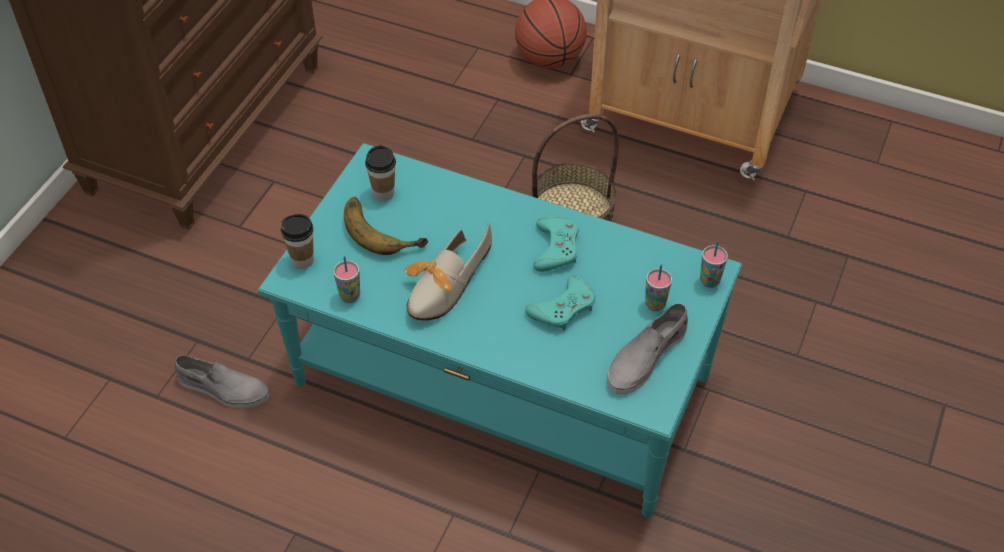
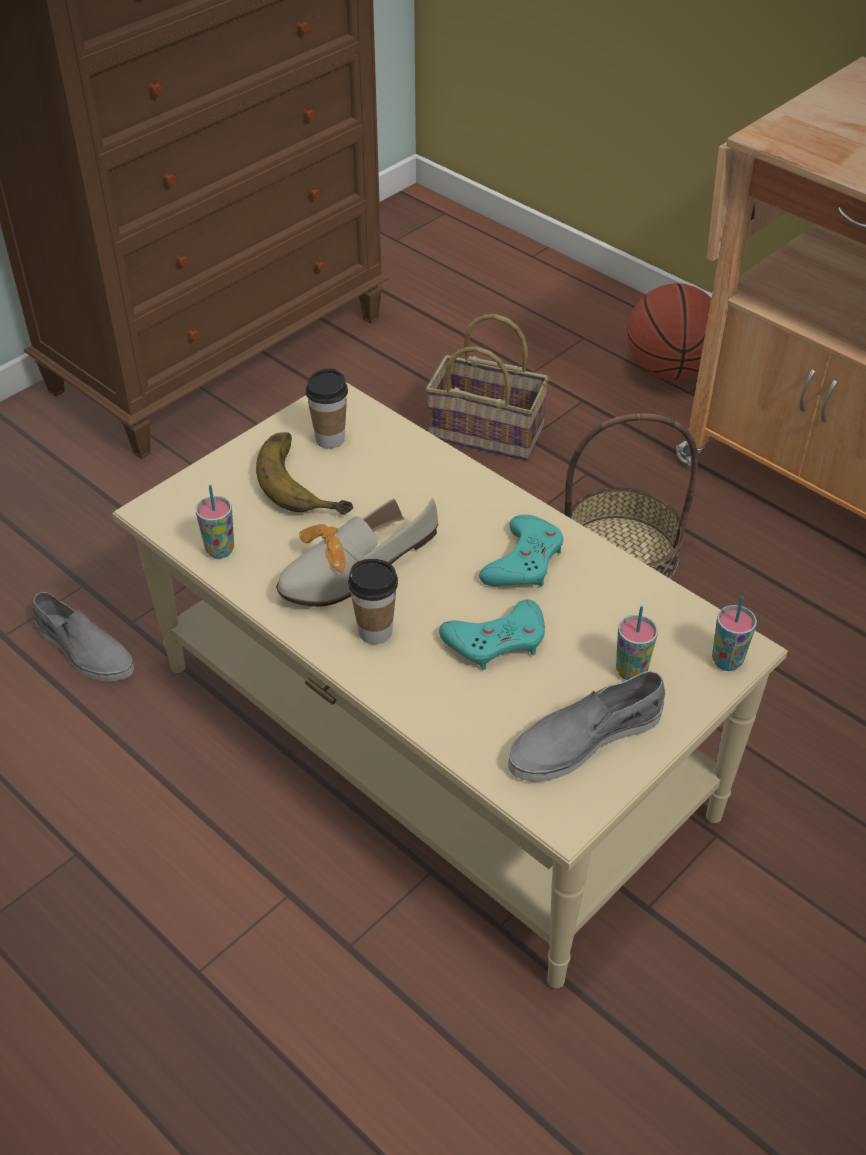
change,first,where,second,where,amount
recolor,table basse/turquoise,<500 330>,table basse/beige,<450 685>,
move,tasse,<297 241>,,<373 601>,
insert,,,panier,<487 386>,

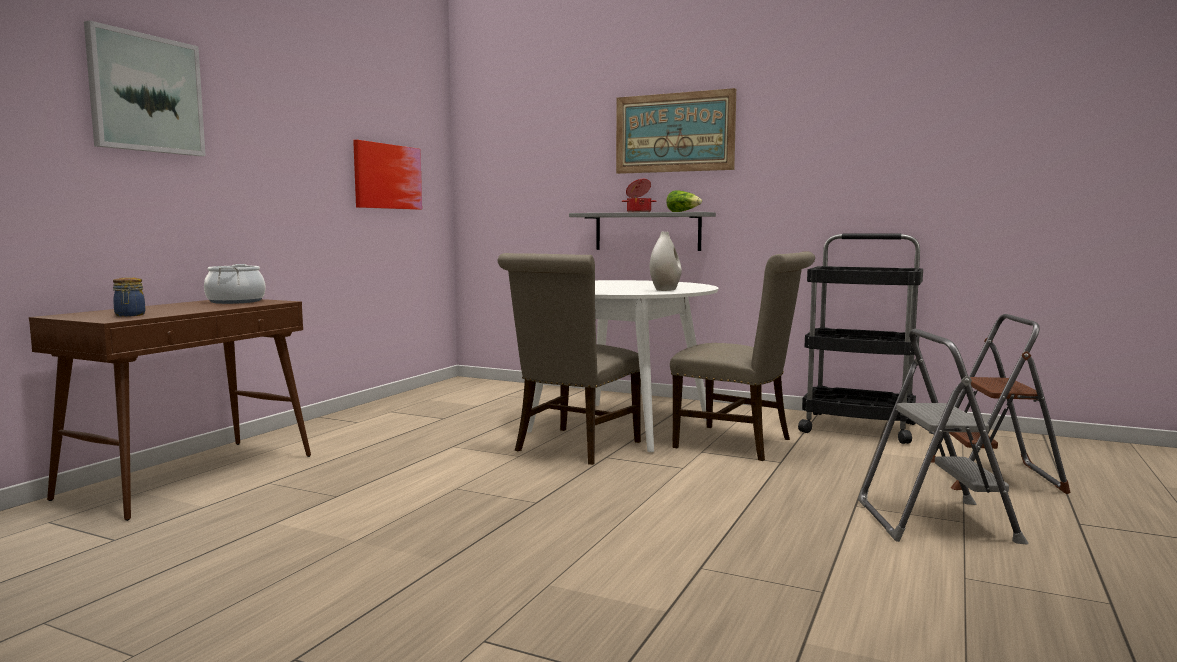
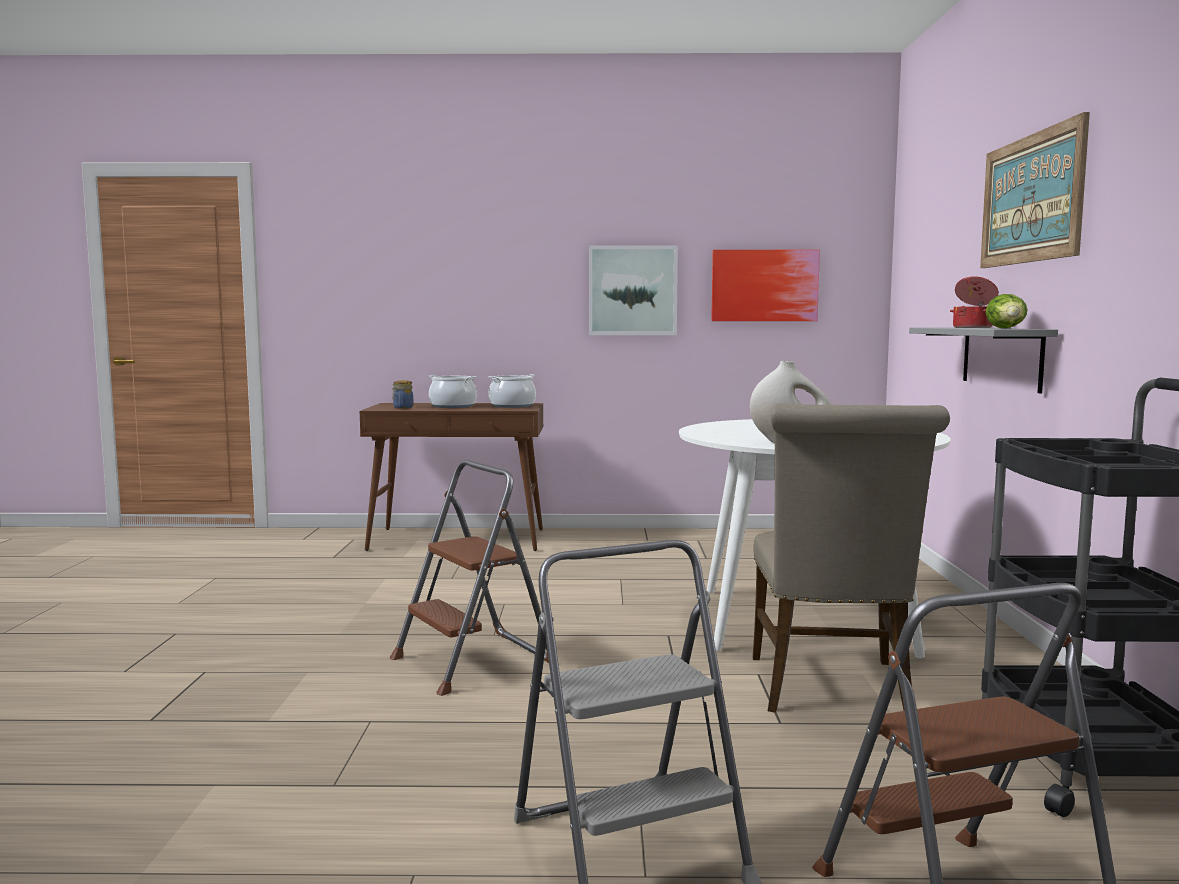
change,first,where,second,where,amount
move,tableau,<145 88>,,<633 290>,
delete,chaise/beige,<569 359>,,,
insert,,,escabeau/marron,<469 578>,
insert,,,marmite,<453 391>,

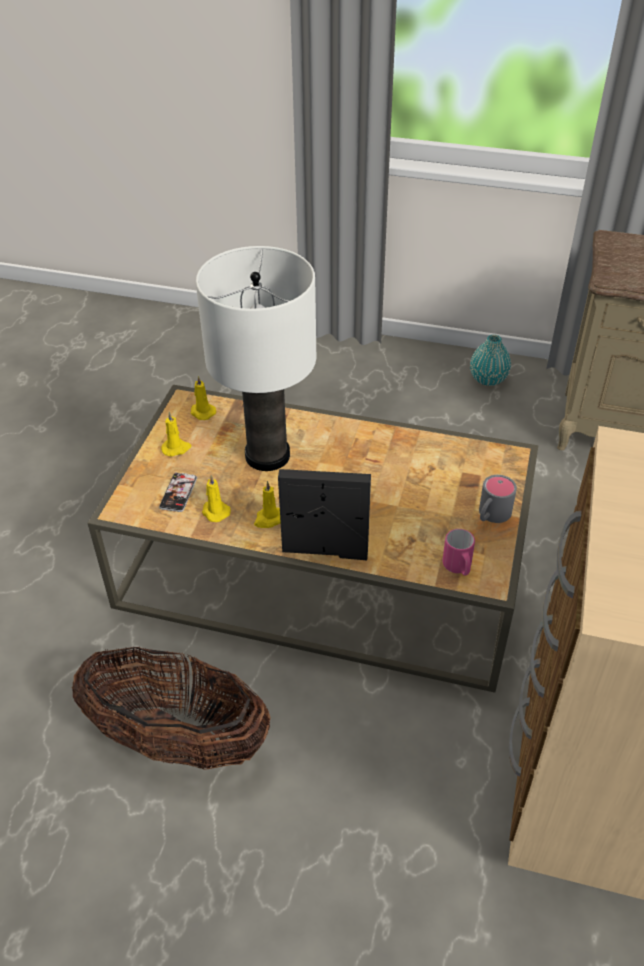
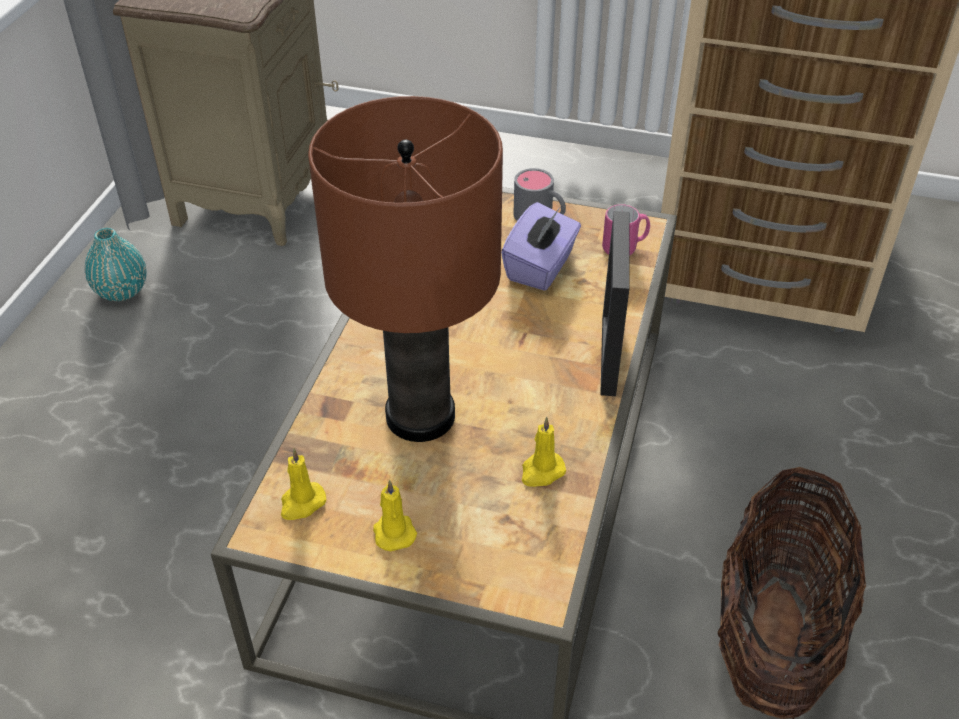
change,first,where,second,where,amount
delete,téléphone,<178 492>,,,
recolor,lampe de table/blanc,<256 358>,lampe de table/marron,<405 269>,
delete,bougie/jaune,<267 504>,,,
insert,,,boîte à mouchoirs/violet,<541 246>,

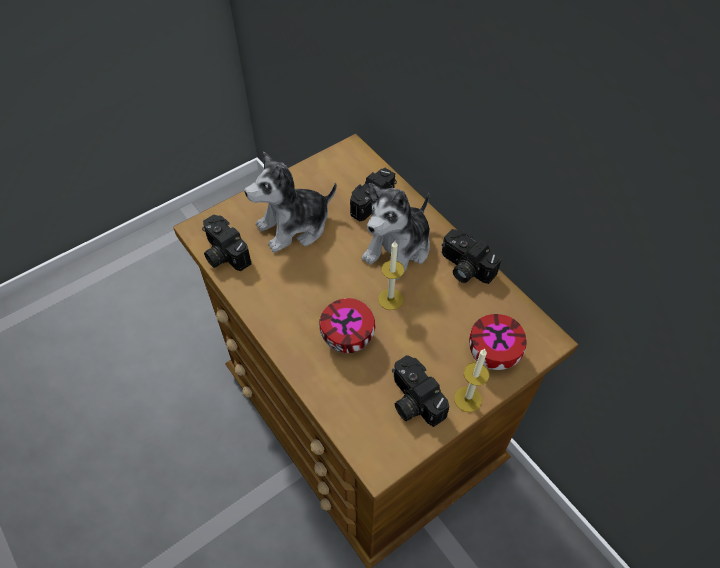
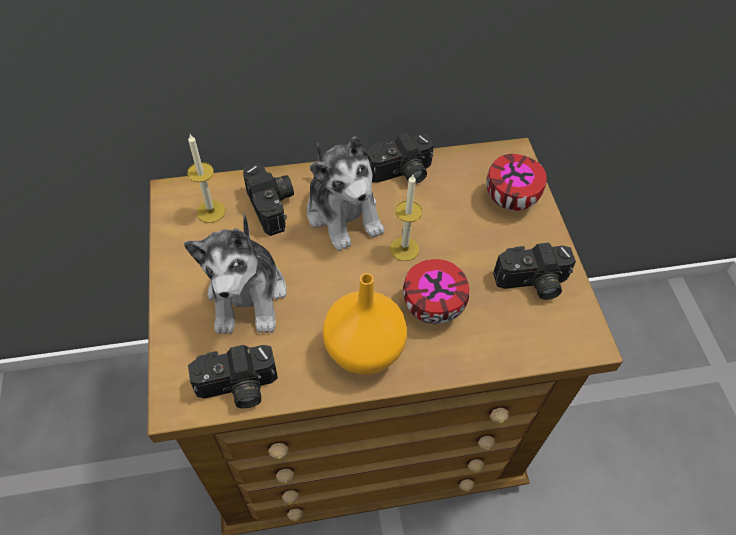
change,first,where,second,where,amount
move,bougie,<471 380>,,<206 178>,
insert,,,vase/orange,<365 324>,

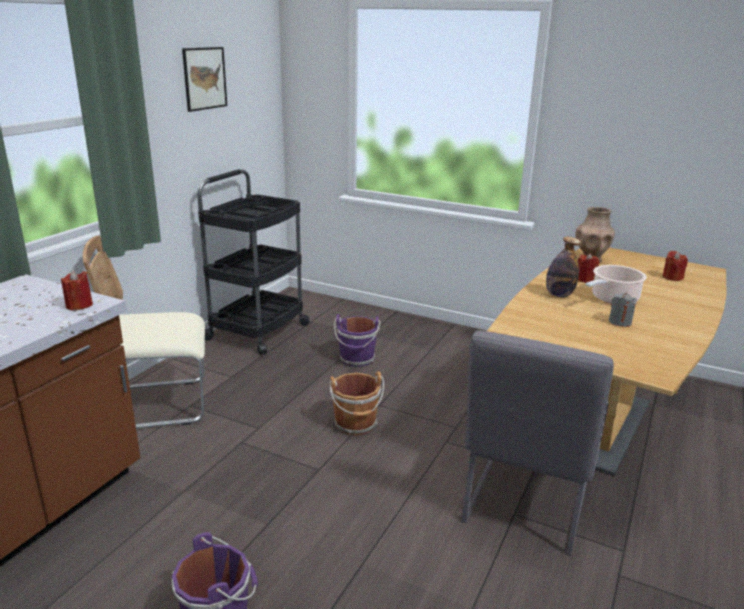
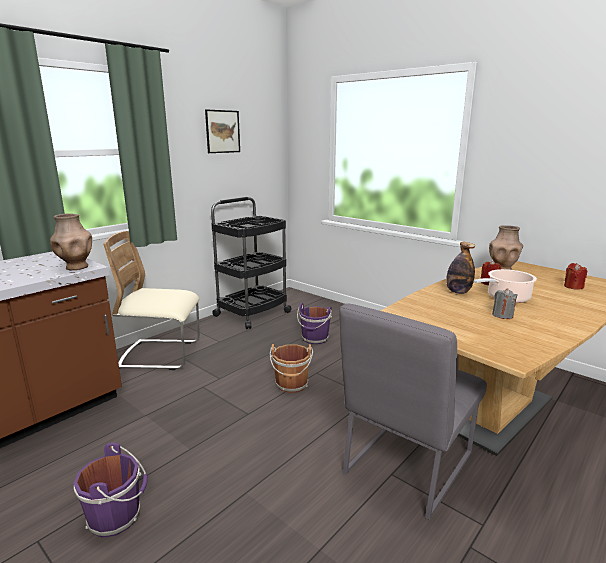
change,first,where,second,where,amount
replace,bougie/rouge,<77 290>,vase/marron,<71 241>,

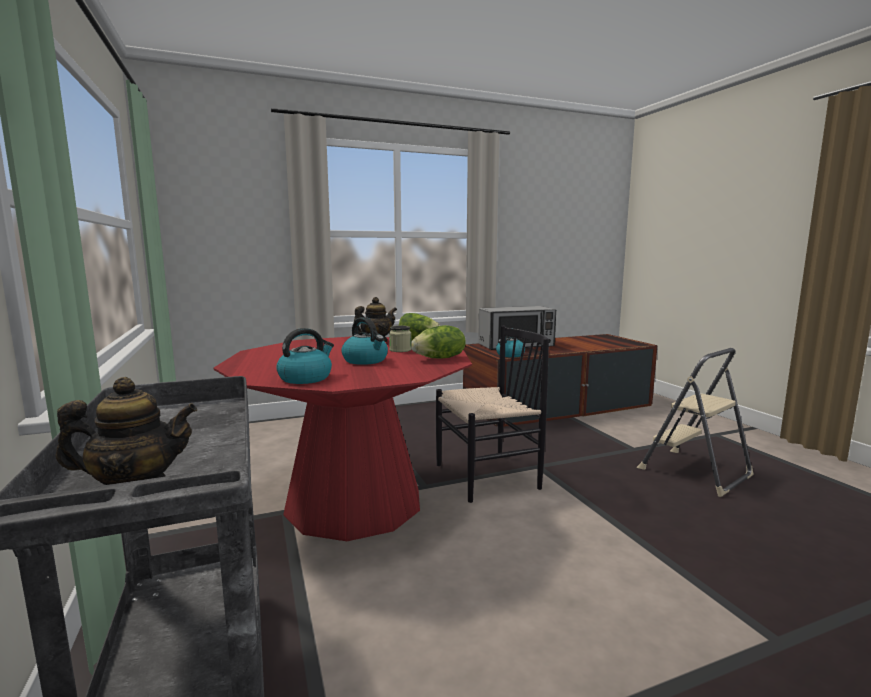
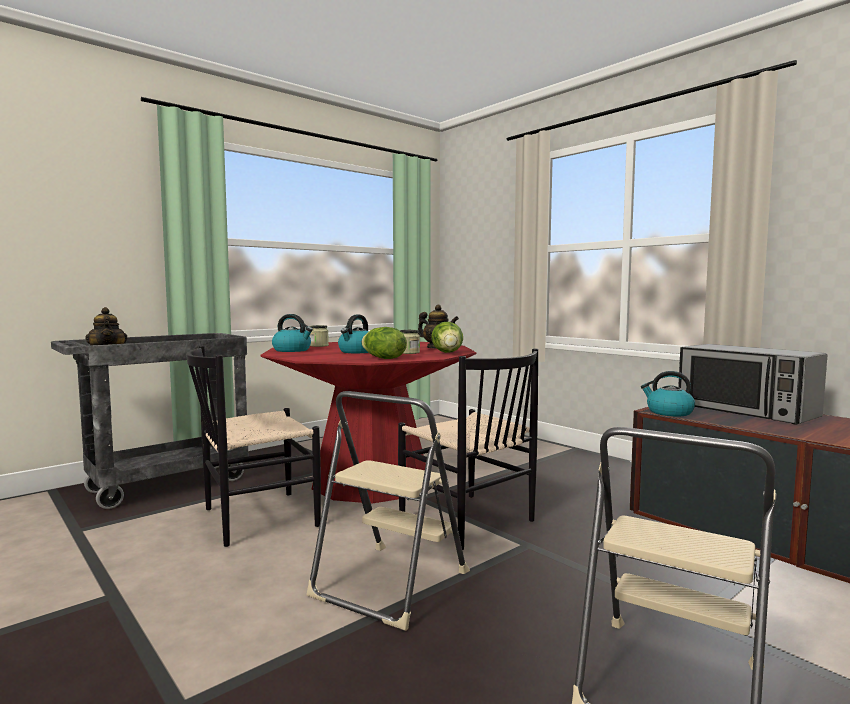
change,first,where,second,where,amount
insert,,,chaise/noir,<253 446>,
insert,,,escabeau/beige,<388 511>,
insert,,,bocal,<319 336>,

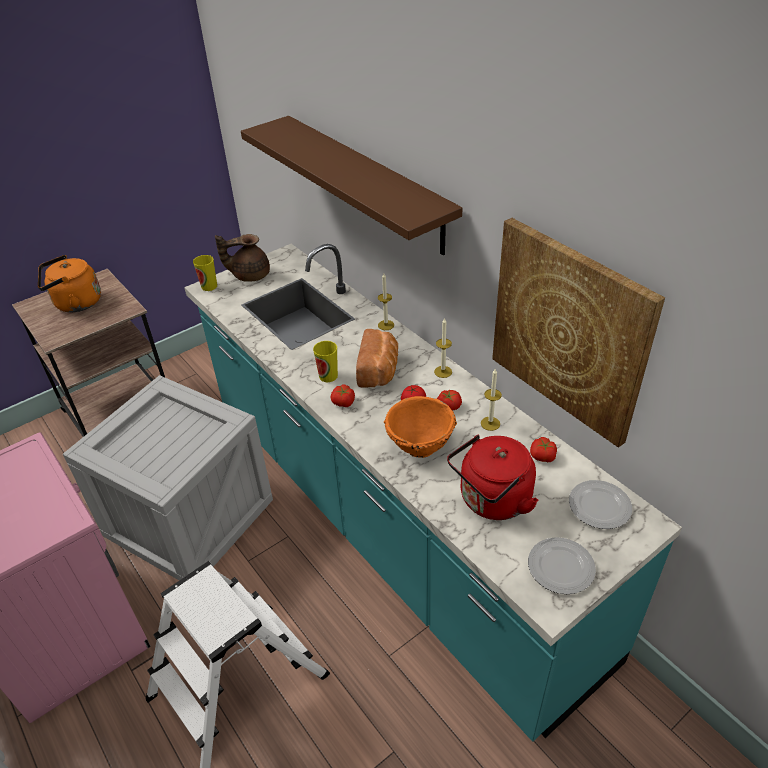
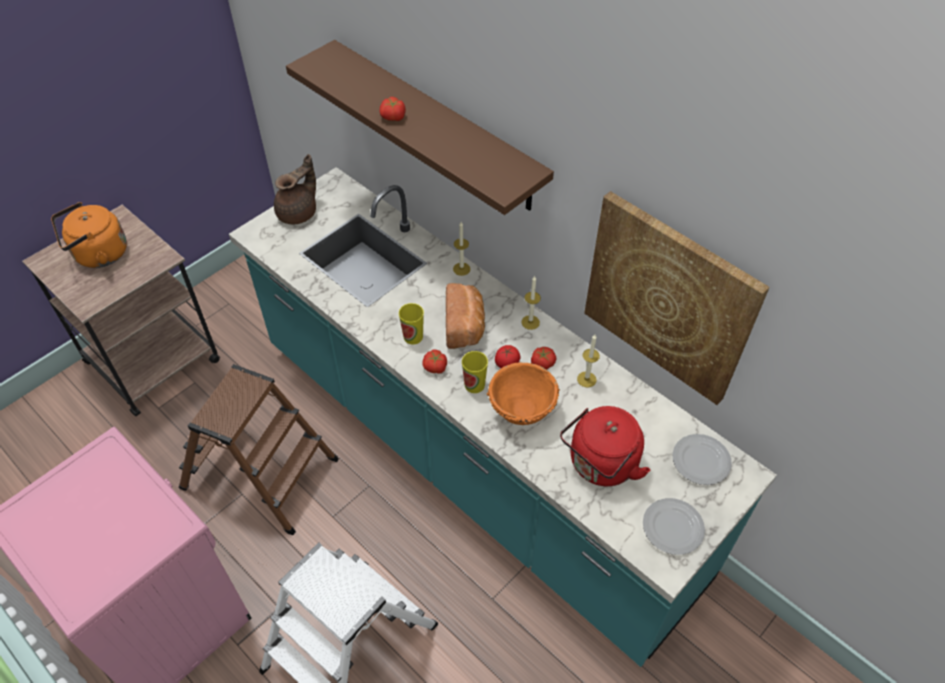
change,first,where,second,where,amount
replace,caisse,<168 477>,escabeau/marron,<259 449>,
move,tasse,<205 273>,,<475 372>,
rotate,théière/marron,<242 258>,,<295 189>,150 degrees clockwise
move,tomate,<543 449>,,<393 109>,

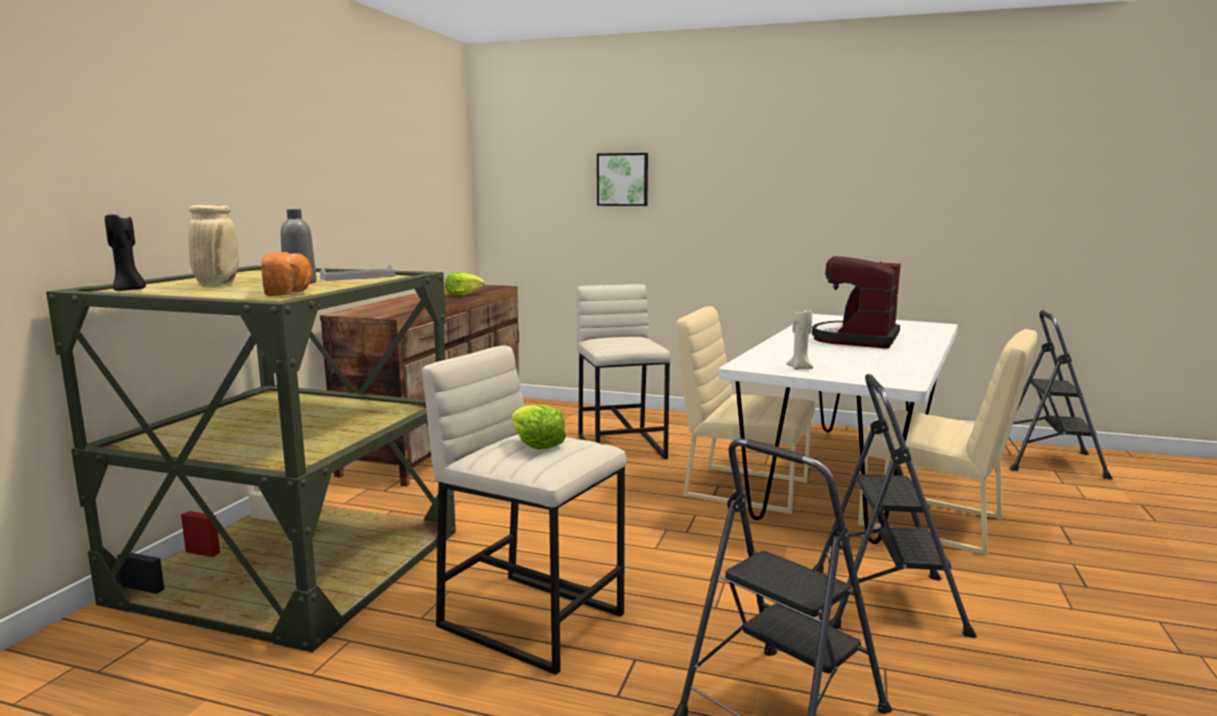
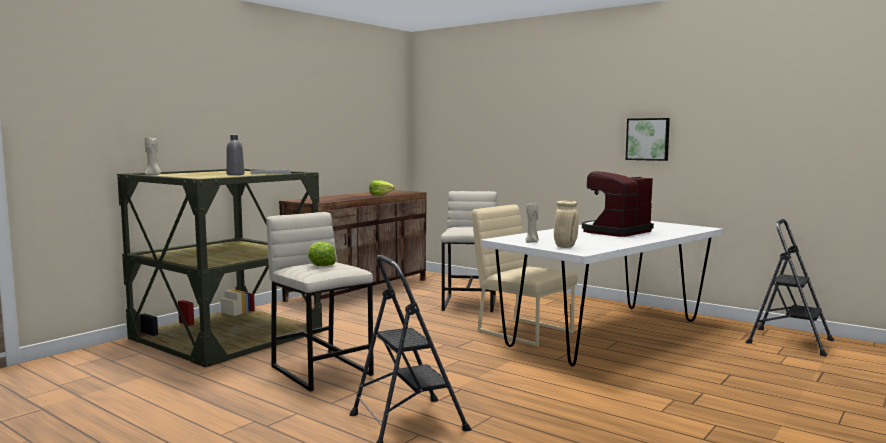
change,first,where,second,where,amount
recolor,bougie/noir,<125 252>,bougie/beige,<153 156>,
move,vase/beige,<213 245>,,<566 224>,
delete,pain,<286 274>,,,
move,tableau,<622 179>,,<648 139>,
delete,escabeau/noir,<895 506>,,,
delete,chaise/beige,<948 442>,,,

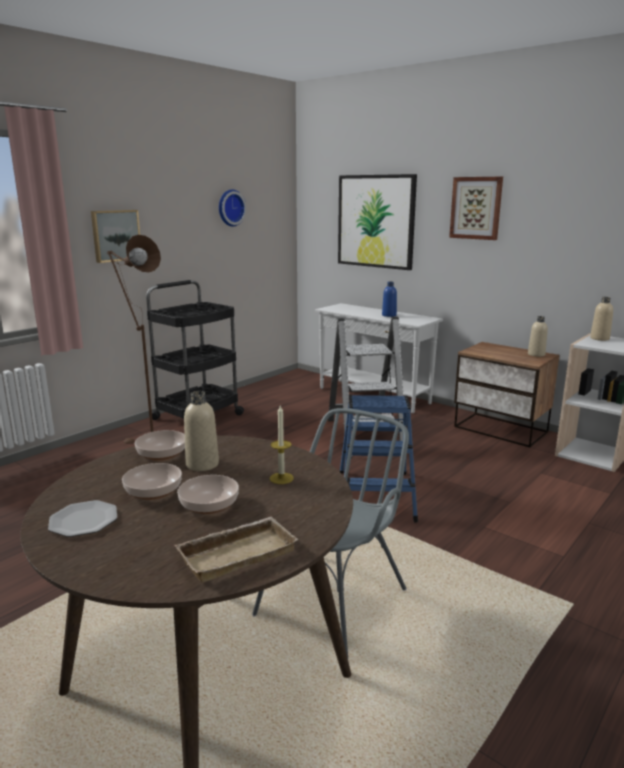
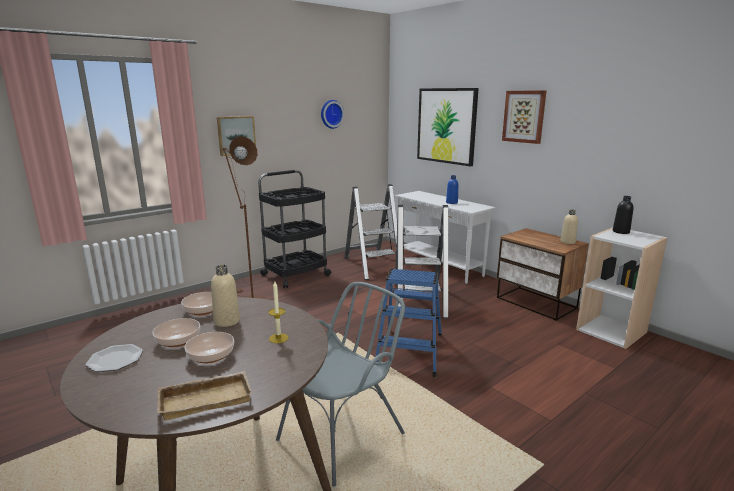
change,first,where,second,where,amount
recolor,bouteille/beige,<601 319>,bouteille/noir,<623 215>,
insert,,,escabeau/gris,<370 232>,

